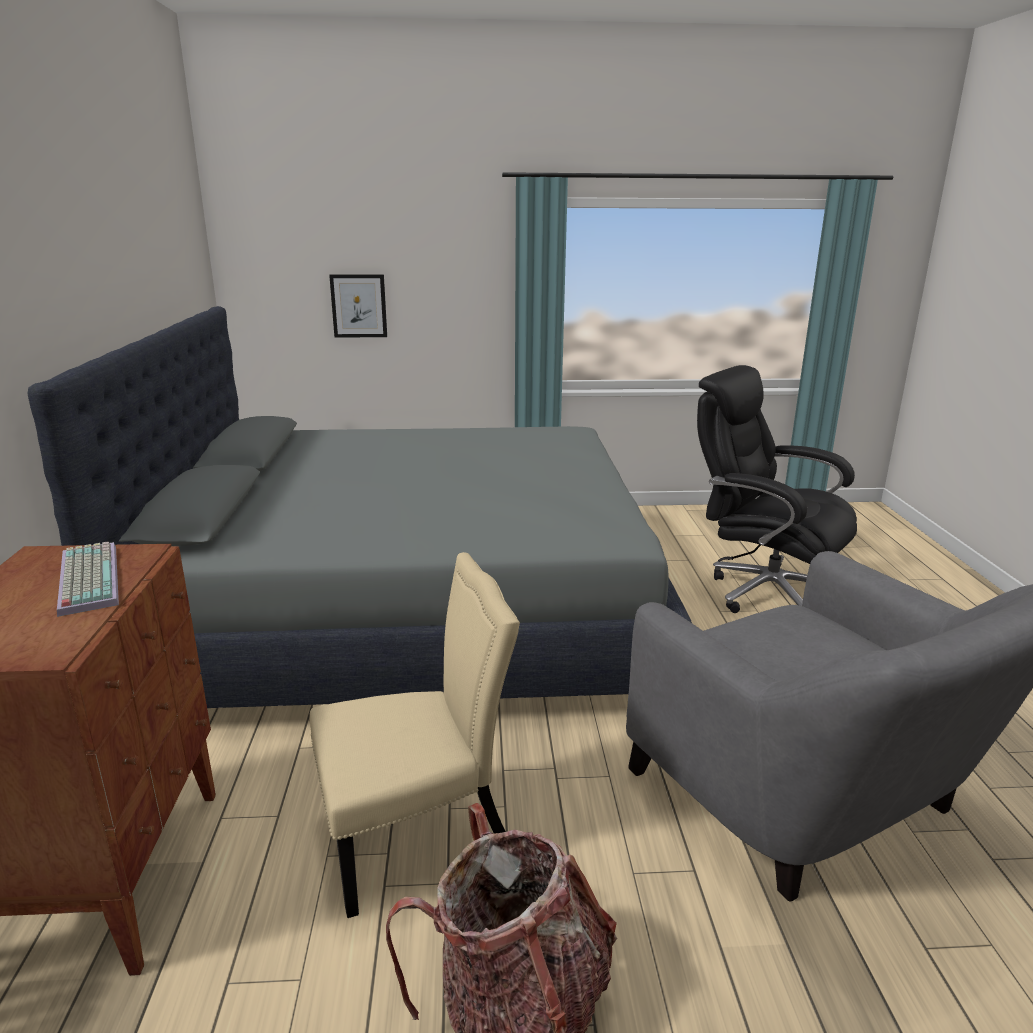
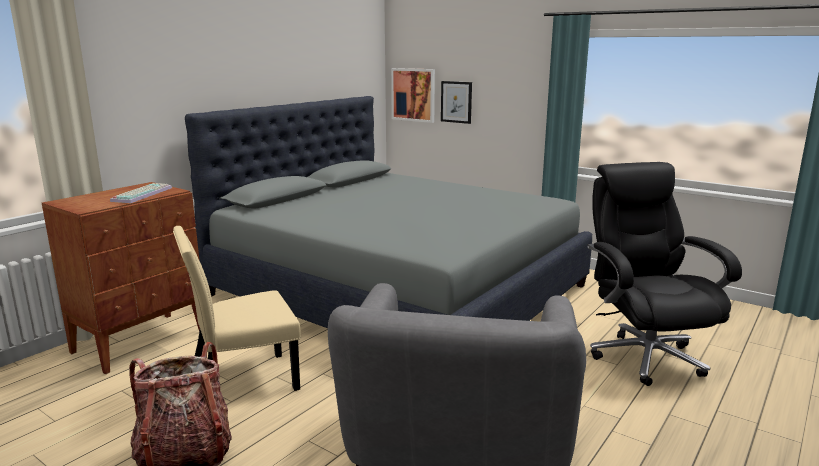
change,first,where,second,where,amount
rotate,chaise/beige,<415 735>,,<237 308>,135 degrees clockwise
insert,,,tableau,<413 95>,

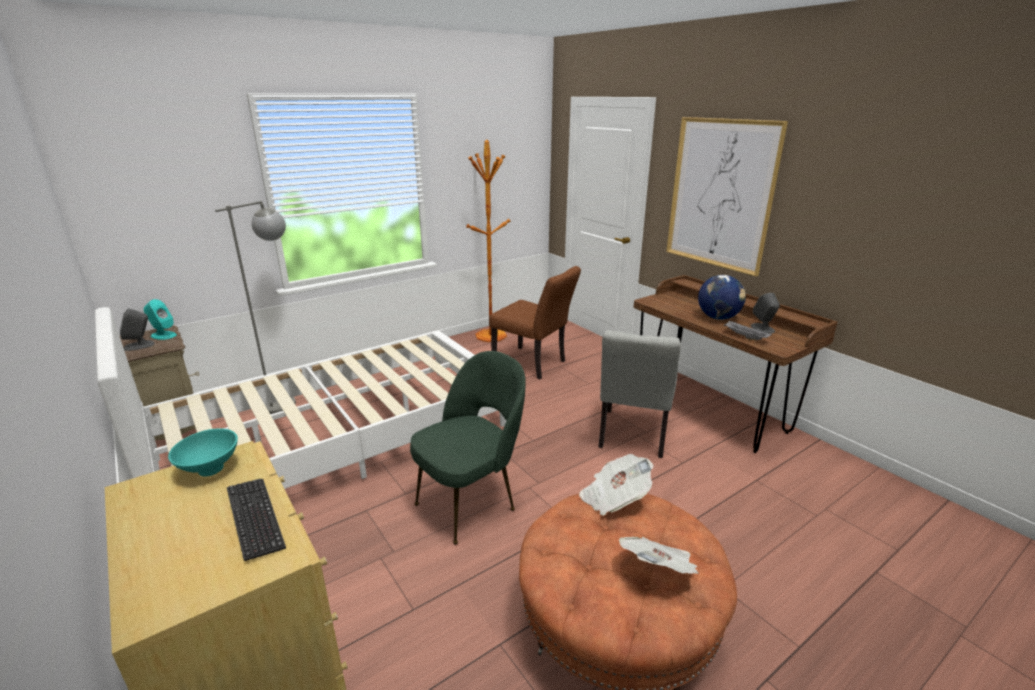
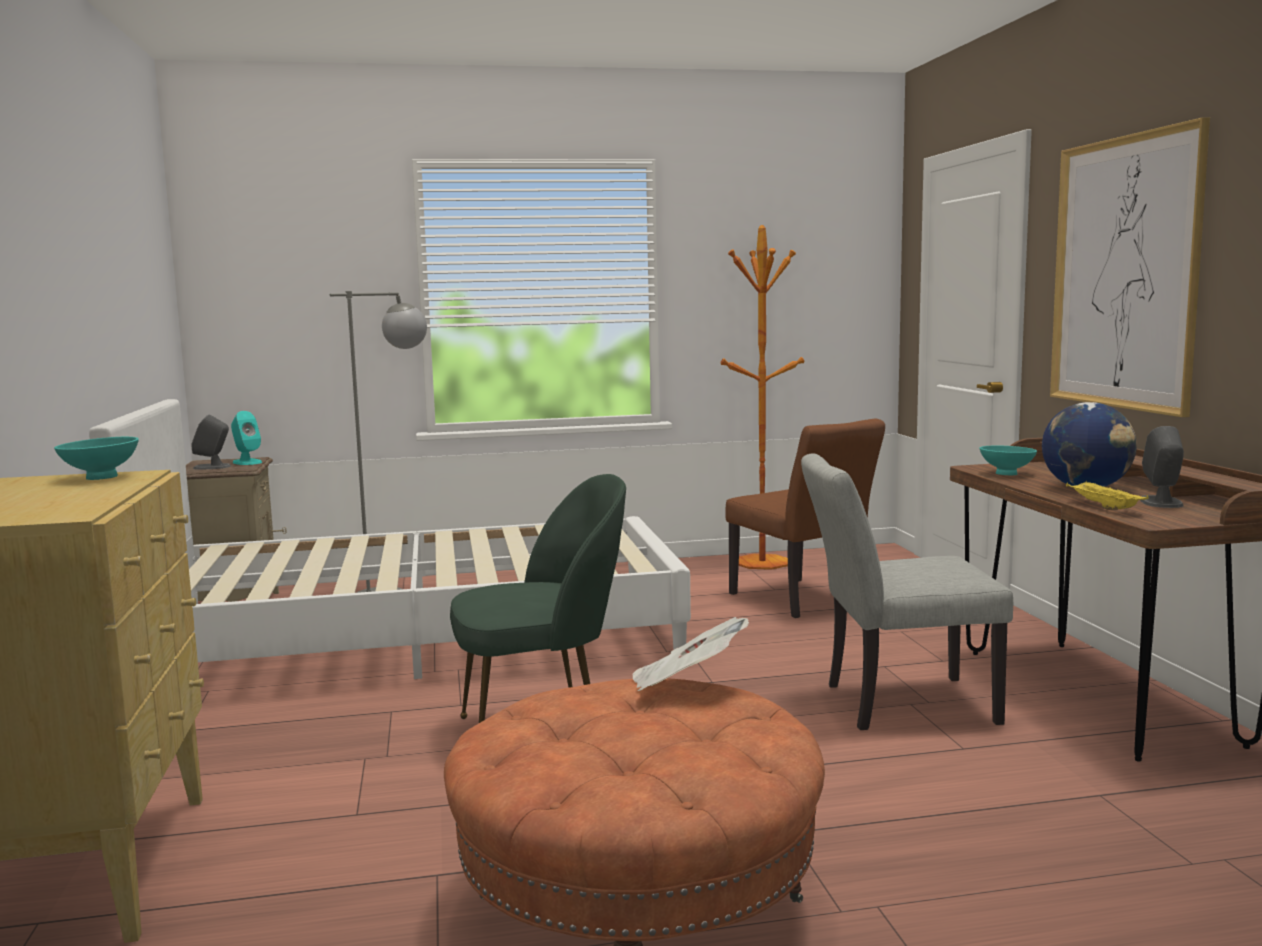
change,first,where,second,where,amount
delete,clavier,<256 520>,,,
rotate,chaise/gris,<640 394>,,<907 591>,45 degrees clockwise
delete,journal,<659 555>,,,
recolor,plateau/gris,<748 330>,plateau/jaune,<1107 495>,
insert,,,bol/turquoise,<1008 460>,

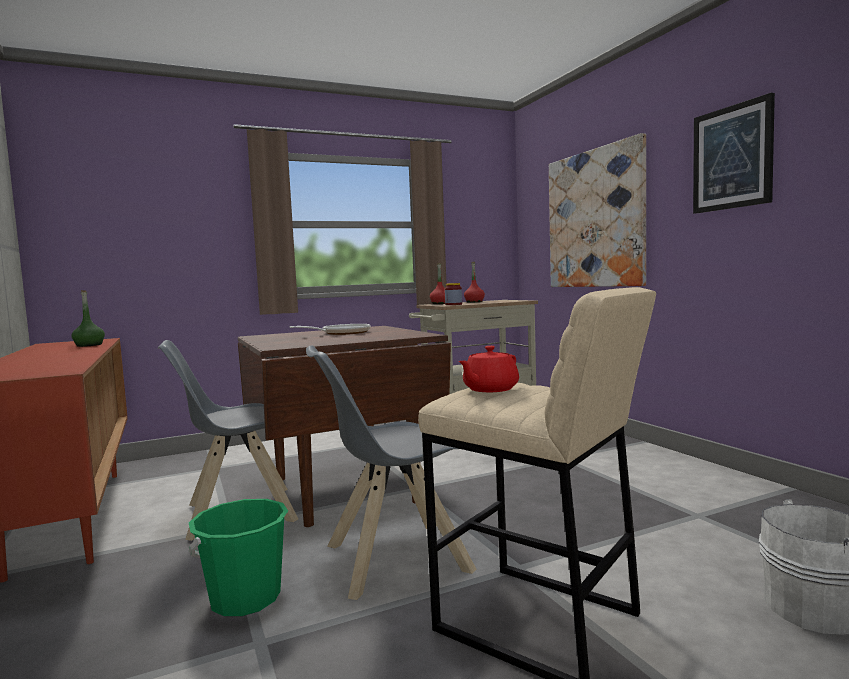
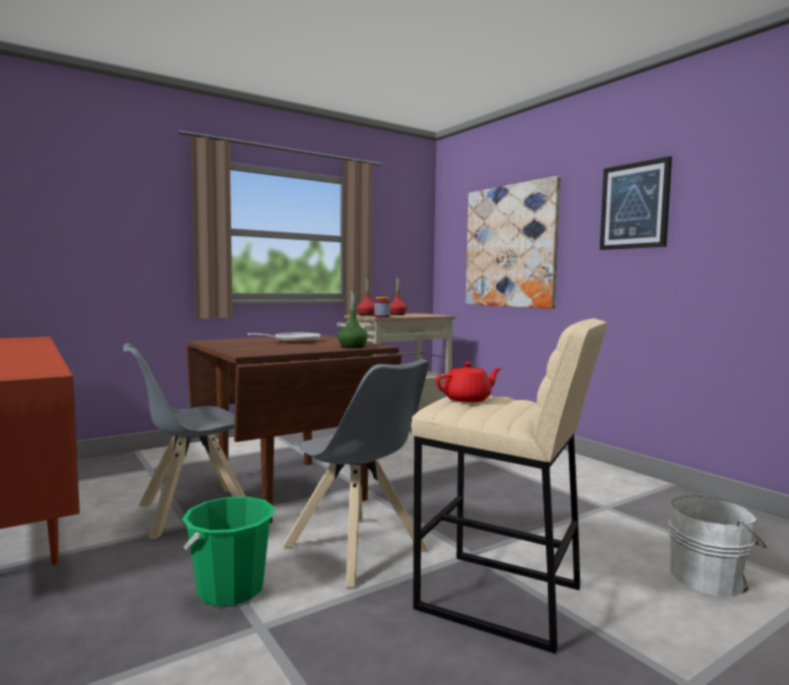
change,first,where,second,where,amount
move,bouteille/vert,<88 318>,,<353 318>,
rotate,chaise/gris,<391 473>,,<356 473>,105 degrees counterclockwise
rotate,théière/rouge,<488 369>,,<469 382>,150 degrees counterclockwise

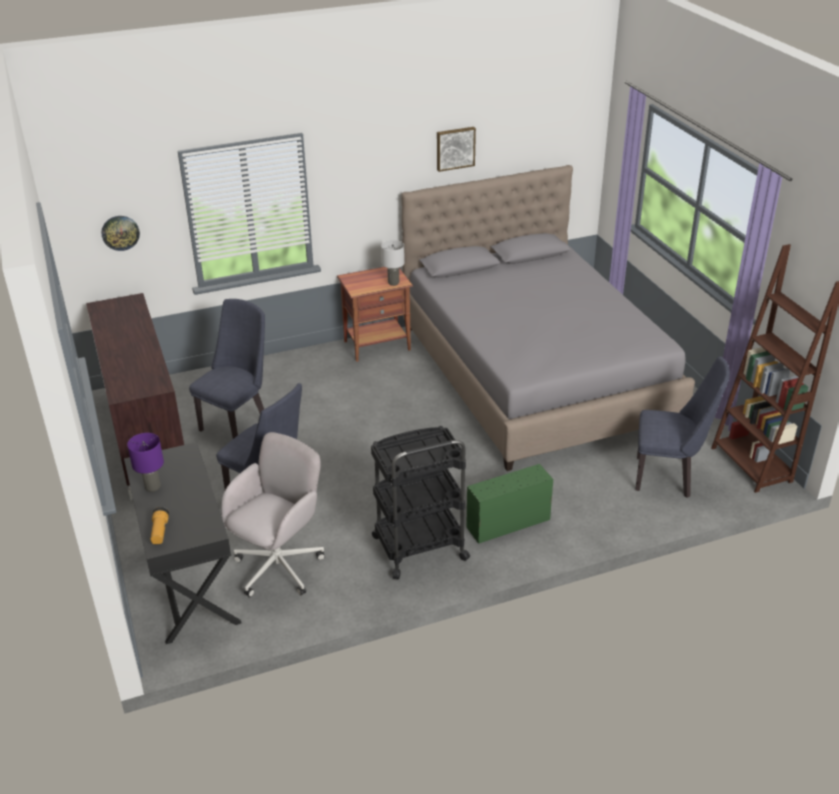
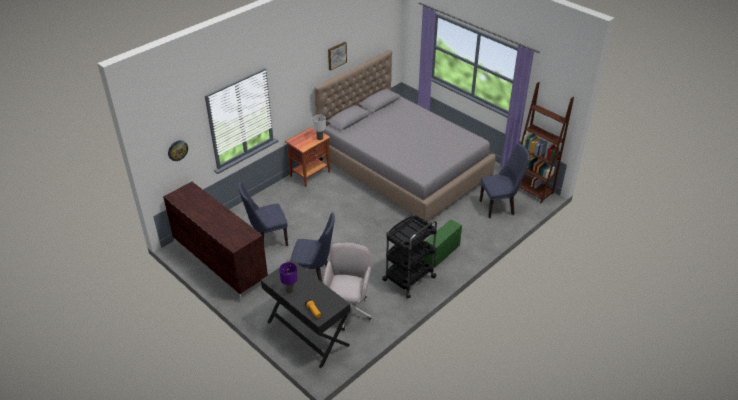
change,first,where,second,where,amount
rotate,chaise/bleu,<227 369>,,<263 214>,120 degrees counterclockwise

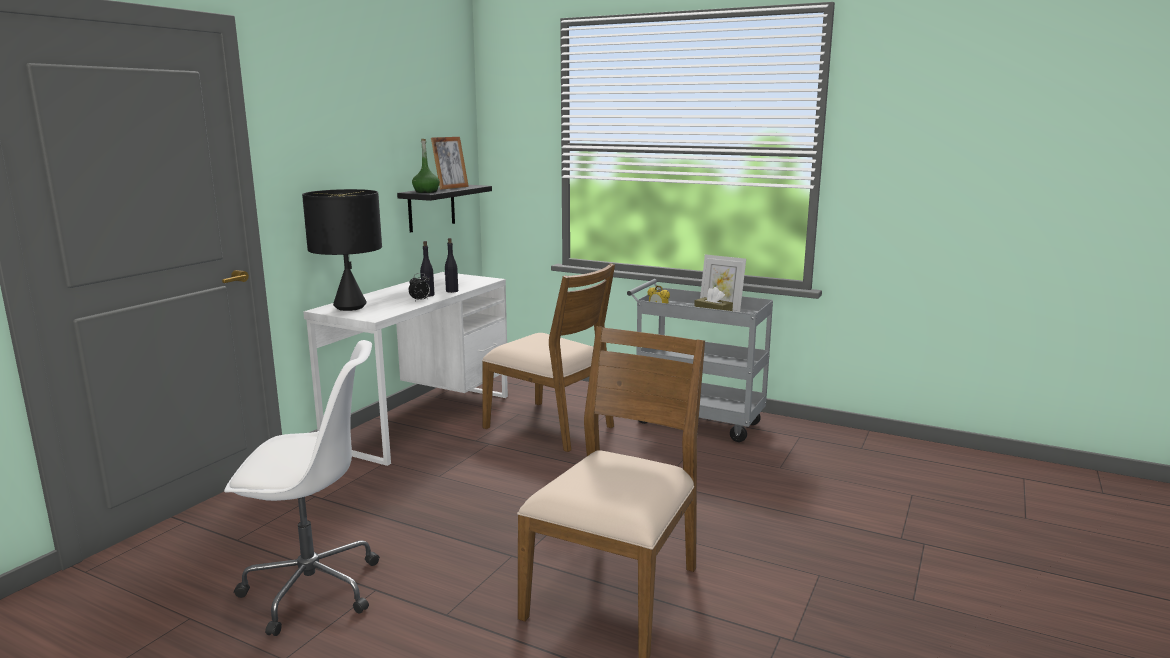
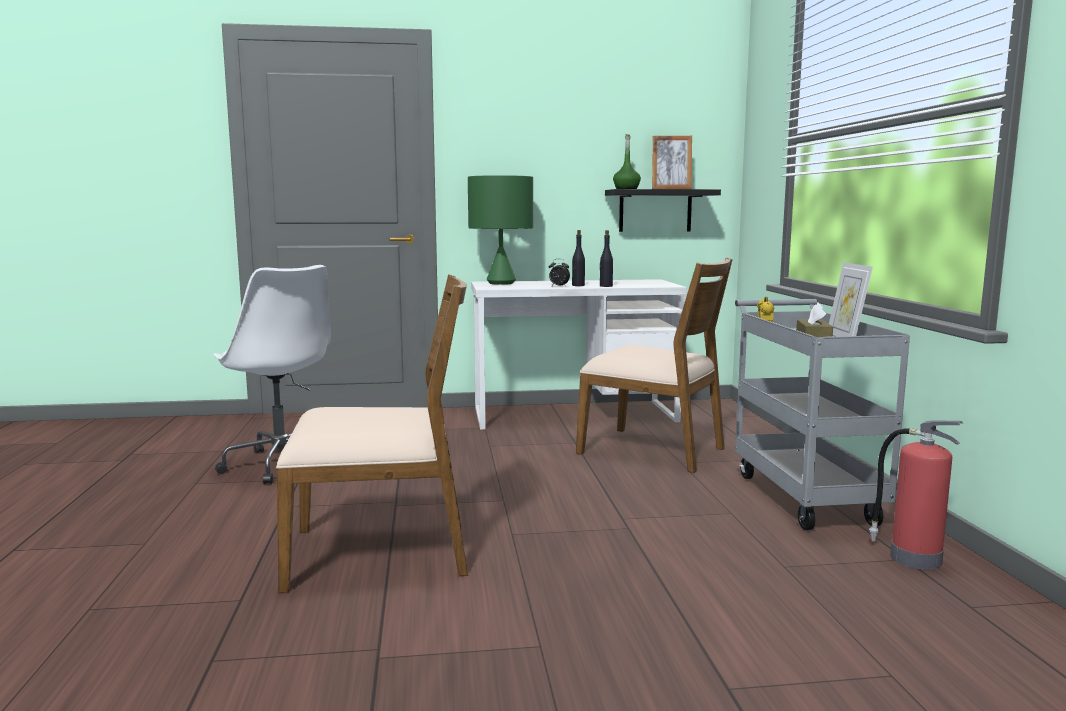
change,first,where,second,where,amount
recolor,lampe de table/noir,<342 250>,lampe de table/vert,<500 230>,
rotate,chaise/marron,<548 357>,,<654 365>,60 degrees counterclockwise
insert,,,extincteur,<916 495>,

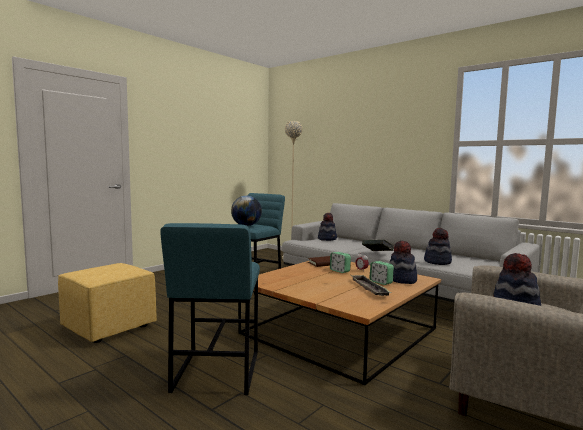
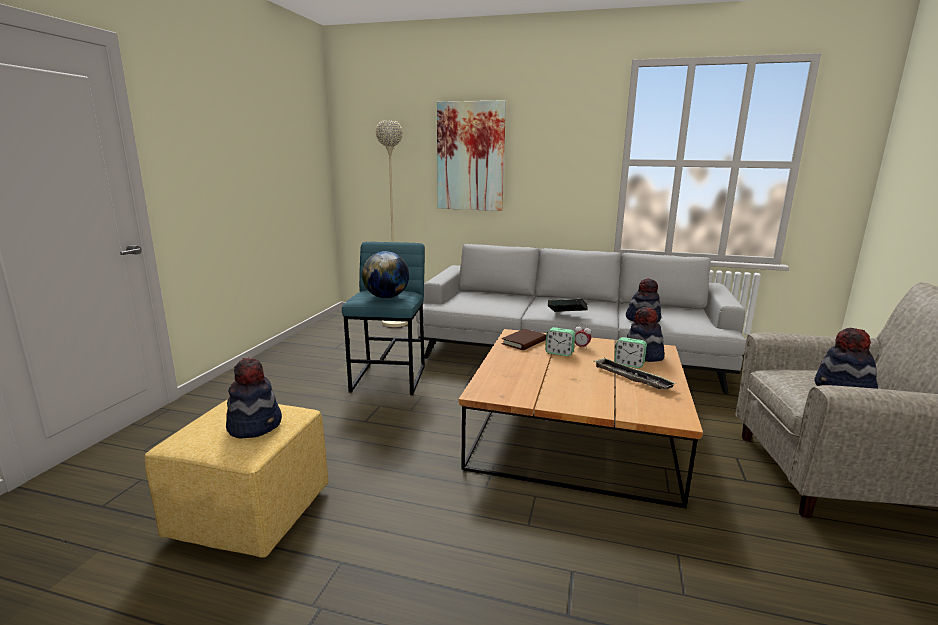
change,first,where,second,where,amount
delete,tabouret/bleu,<210 309>,,,
move,chapeau,<327 227>,,<254 397>,
insert,,,tableau,<471 155>,

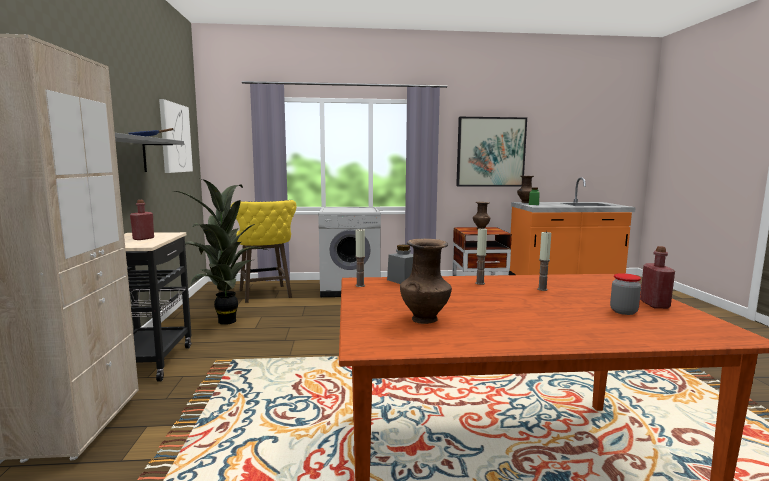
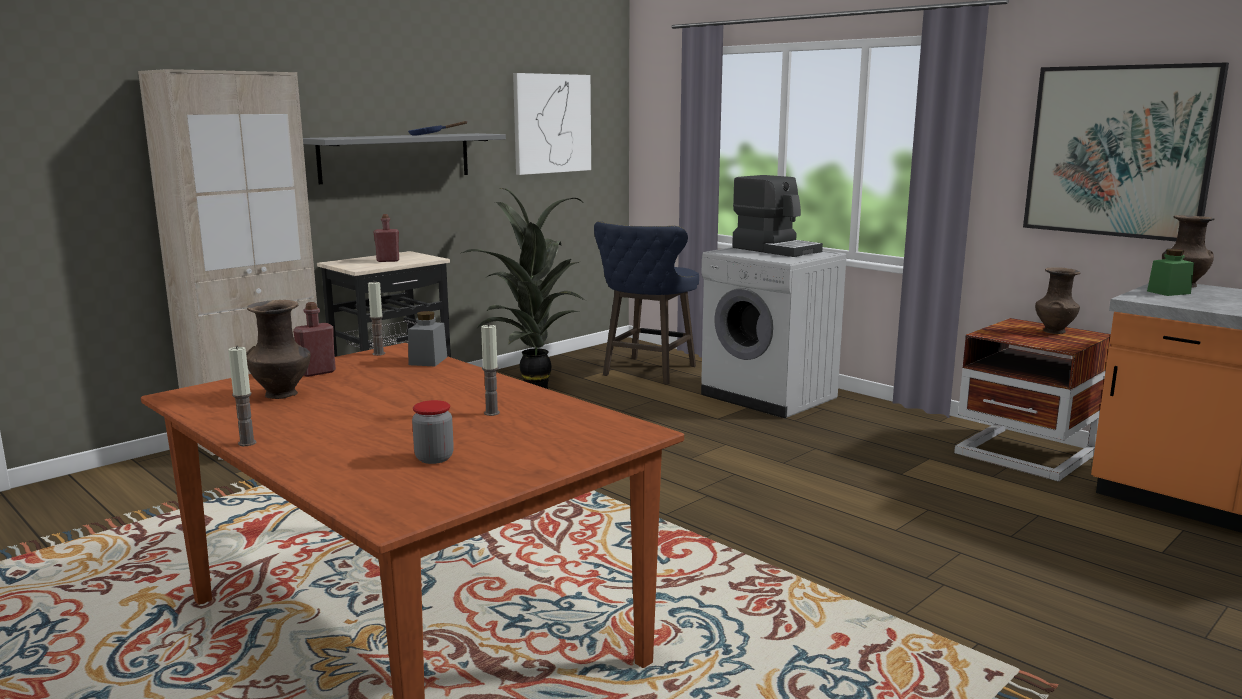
change,first,where,second,where,amount
recolor,tabouret/jaune,<263 251>,tabouret/bleu,<646 303>,
move,bougie,<481 256>,,<242 396>,
move,bouteille/rouge,<657 277>,,<314 339>,
insert,,,machine à café,<777 216>,

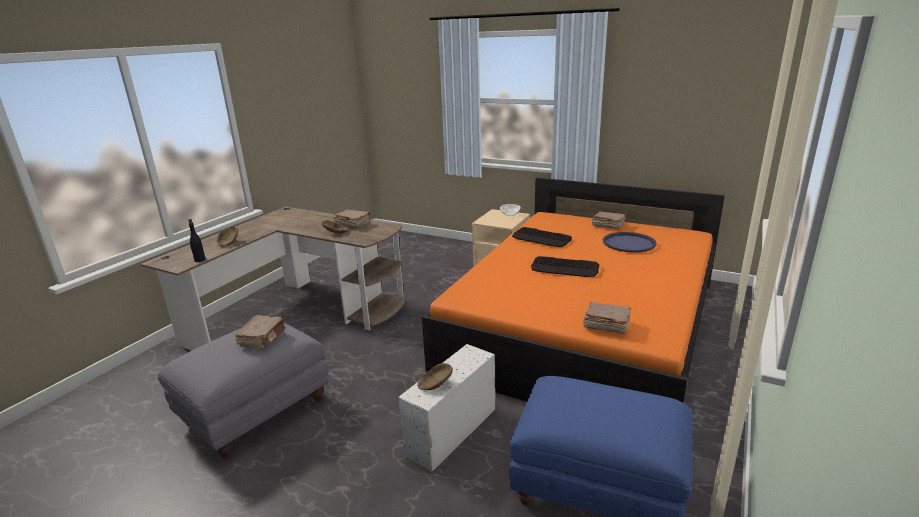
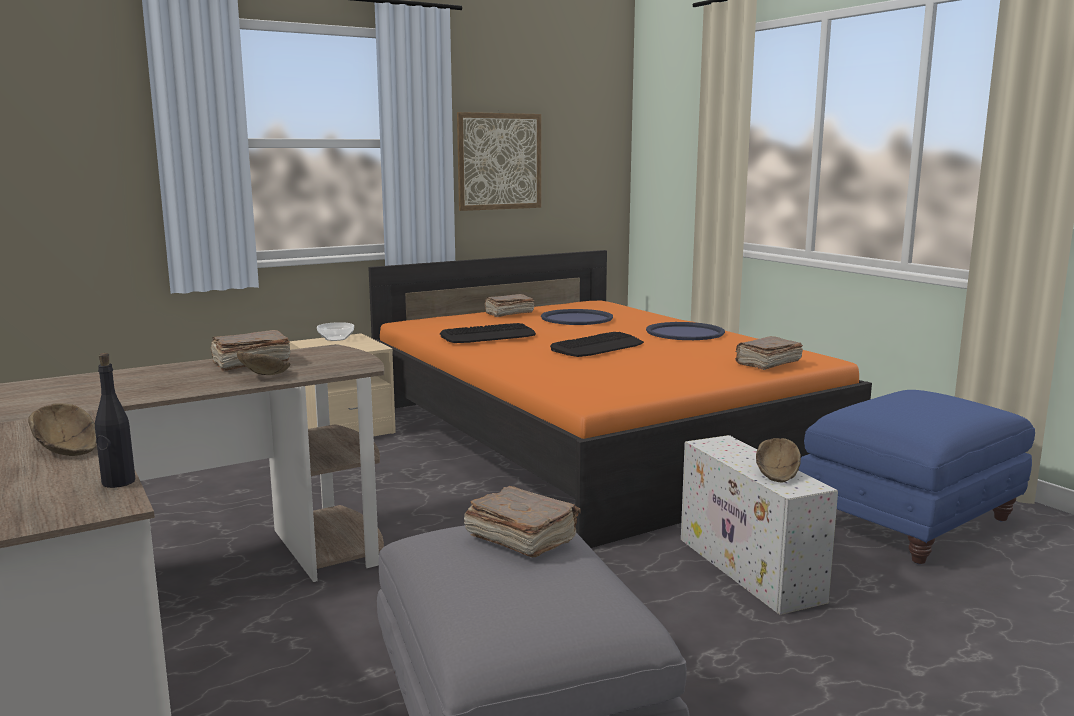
change,first,where,second,where,amount
insert,,,tableau,<499 161>,
insert,,,plateau/bleu,<685 331>,

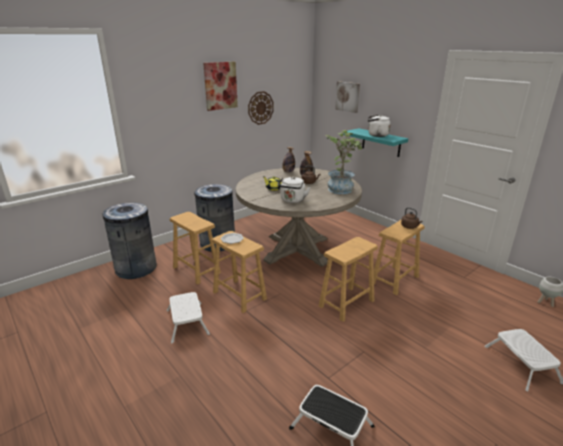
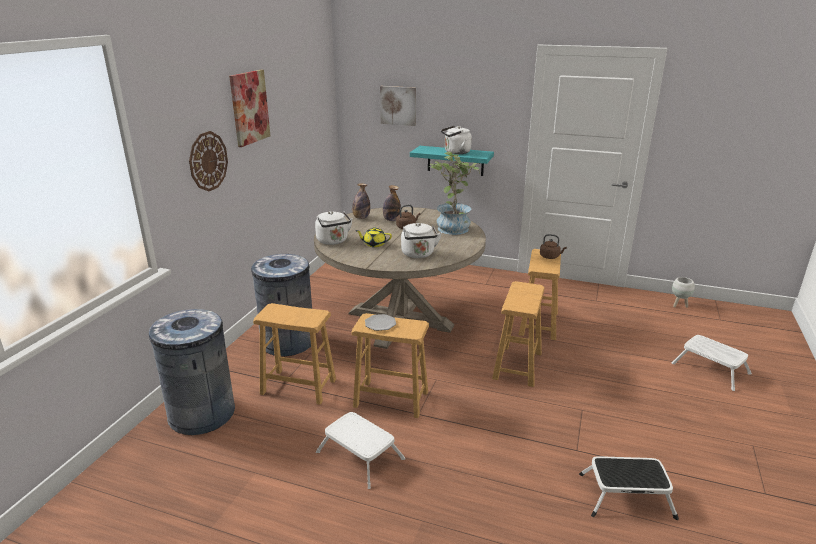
change,first,where,second,where,amount
move,horloge murale,<261 108>,,<208 161>,
insert,,,bouilloire/blanc,<334 228>,

